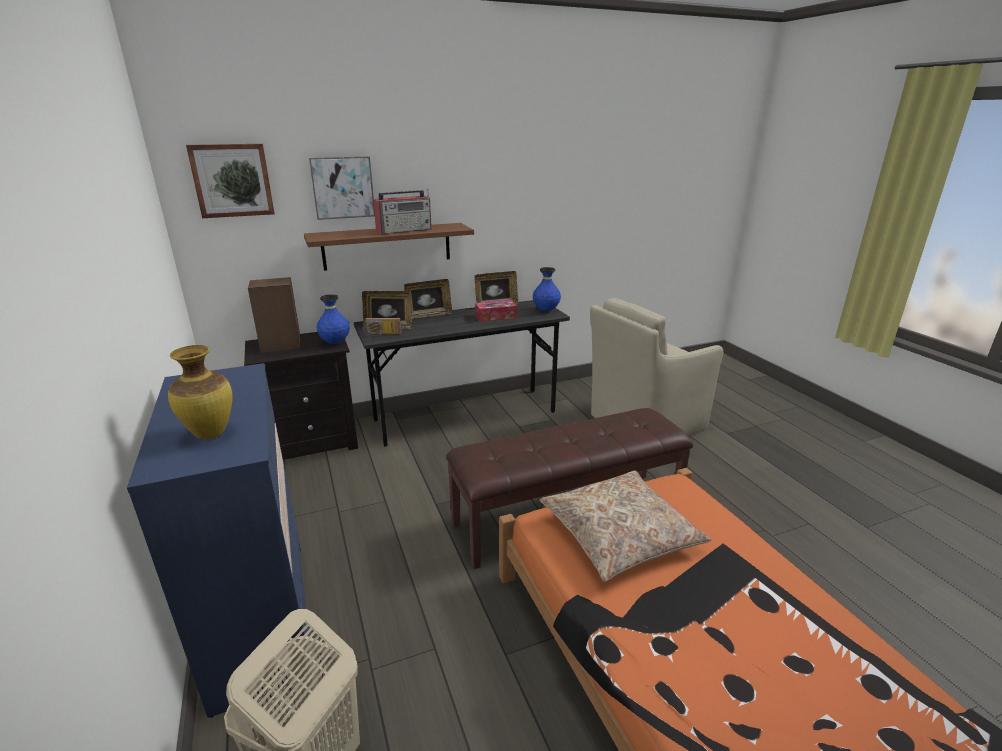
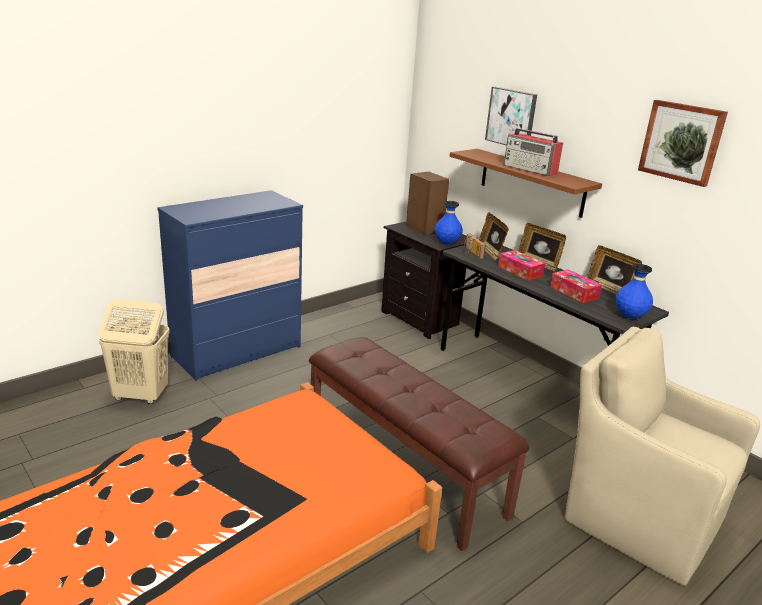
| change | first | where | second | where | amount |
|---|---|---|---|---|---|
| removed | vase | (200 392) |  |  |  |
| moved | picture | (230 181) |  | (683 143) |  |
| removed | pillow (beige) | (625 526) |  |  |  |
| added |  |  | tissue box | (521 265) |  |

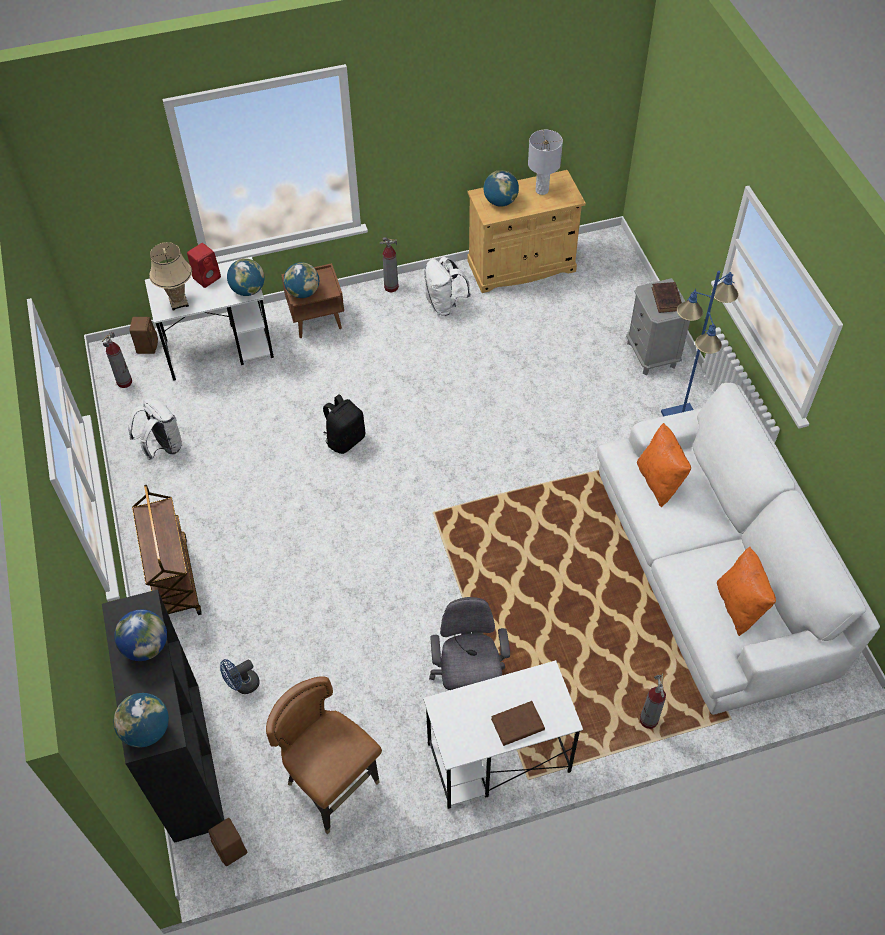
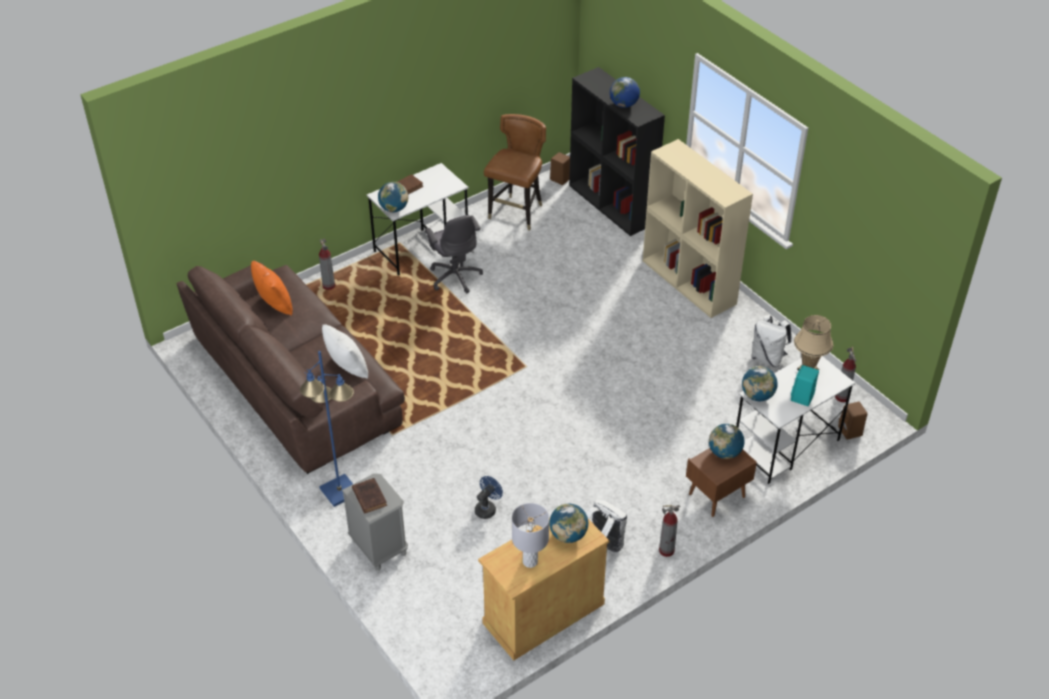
| change | first | where | second | where | amount |
|---|---|---|---|---|---|
| moved | globe | (141 720) |  | (393 197) |  |
| replaced | cart (brown) | (167 550) | bookcase (beige) | (698 228) |  |
| recoloured | speaker (red) | (204 265) | speaker (turquoise) | (805 385) |  |
| moved | fan (blue) | (240 676) |  | (489 497) |  |
| turned | chair (brown) | (324 755) |  | (515 172) | 90 degrees counterclockwise |
| removed | backpack (black) | (344 424) |  |  |  |
| recoloured | sofa (white) | (738 549) | sofa (brown) | (290 368) |  |
| recoloured | pillow (orange) | (664 465) | pillow (white) | (345 351) |  |

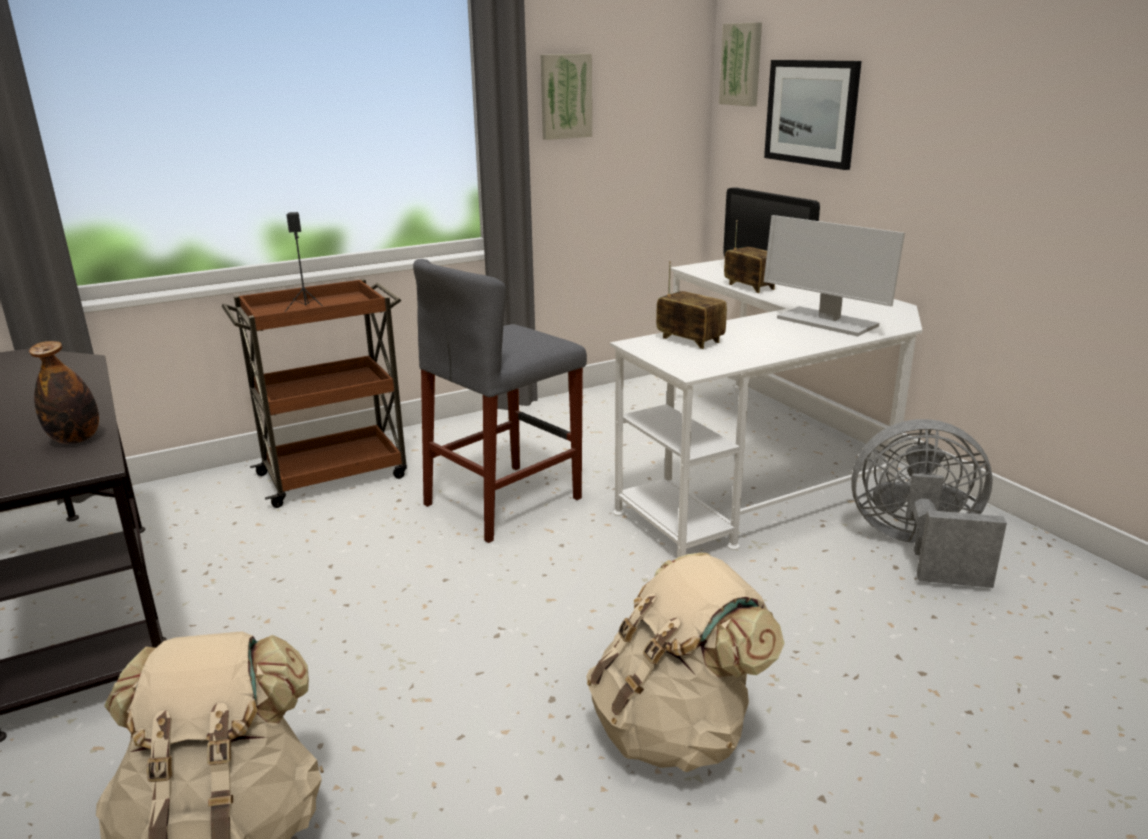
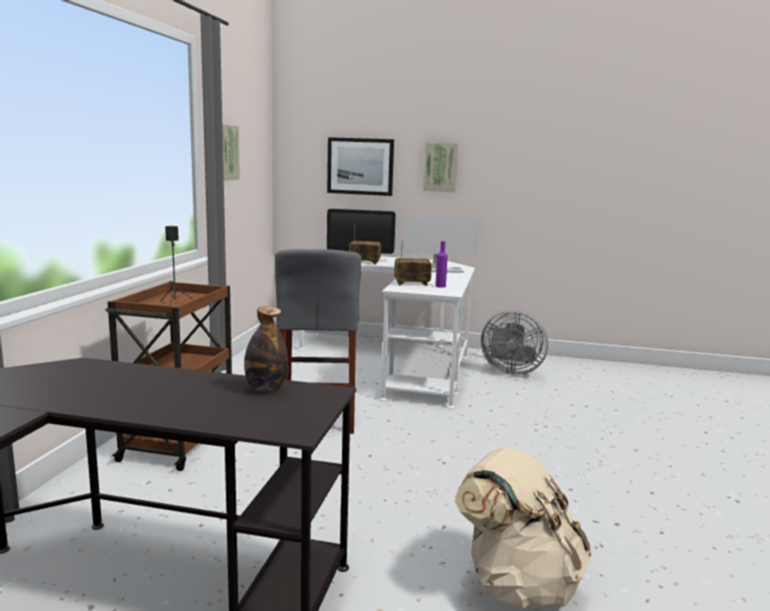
| change | first | where | second | where | amount |
|---|---|---|---|---|---|
| removed | backpack (beige) | (685 662) |  |  |  |
| moved | picture | (740 64) |  | (440 167) |  |
| turned | fan (grey) | (929 503) |  | (514 342) | 120 degrees counterclockwise |
| added |  |  | bottle (purple) | (441 264) |  |

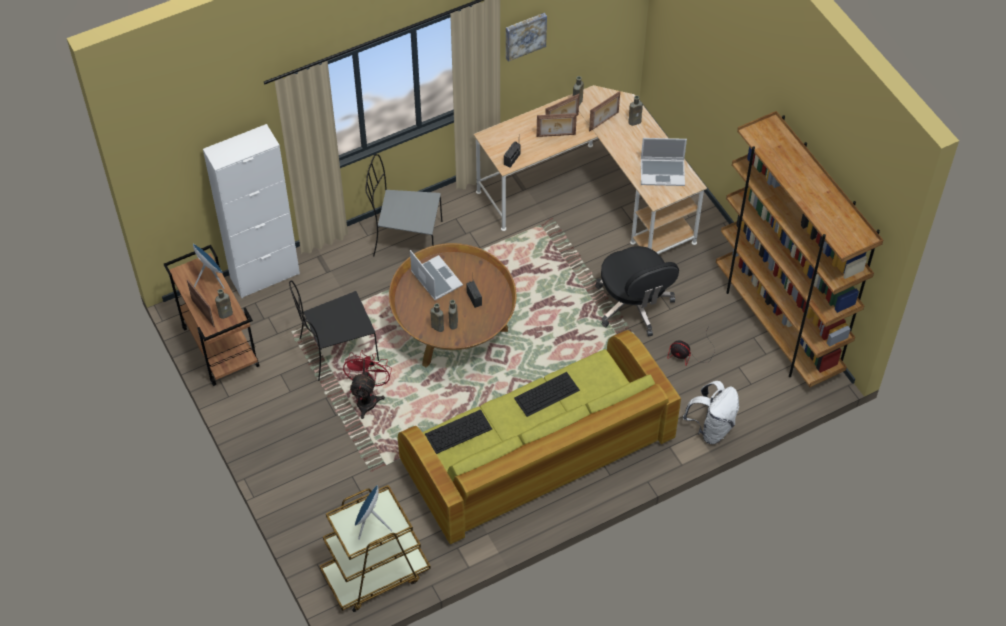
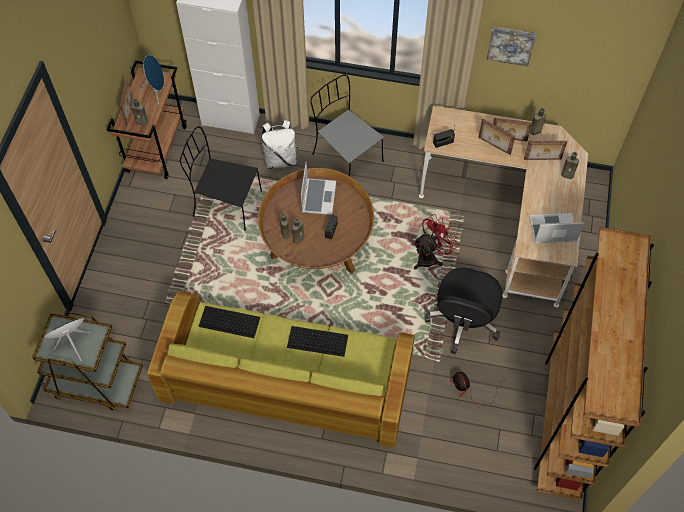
| change | first | where | second | where | amount |
|---|---|---|---|---|---|
| moved | fan (red) | (367 384) |  | (435 242) |  |
| turned | laptop | (664 162) |  | (556 228) | 135 degrees clockwise |
| moved | backpack (white) | (711 412) |  | (279 144) |  |

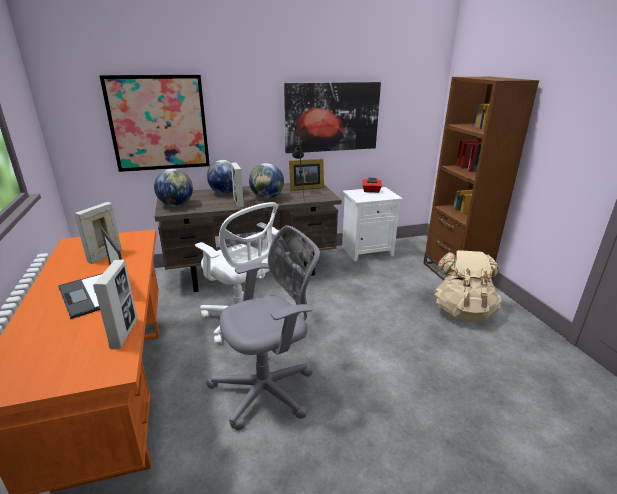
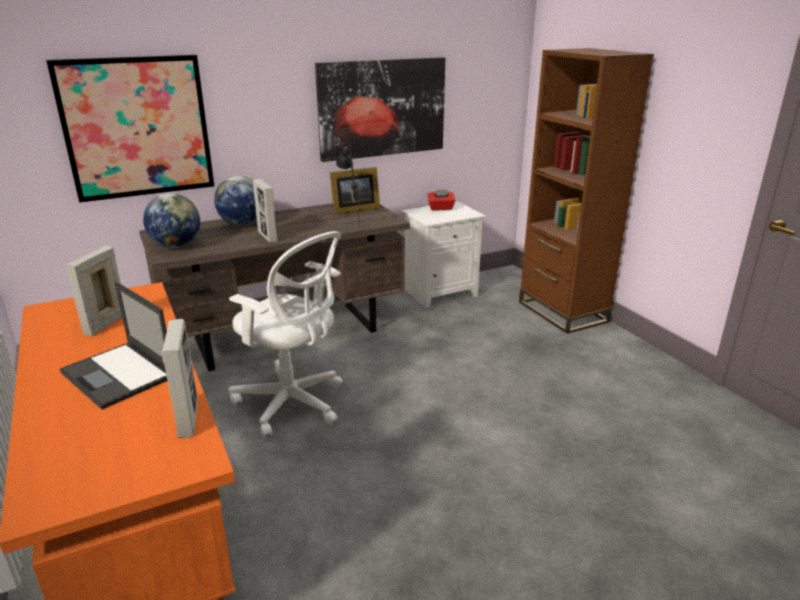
| change | first | where | second | where | amount |
|---|---|---|---|---|---|
| removed | office chair (grey) | (263 327) |  |  |  |
| removed | globe | (266 181) |  |  |  |
| removed | backpack (beige) | (468 286) |  |  |  |

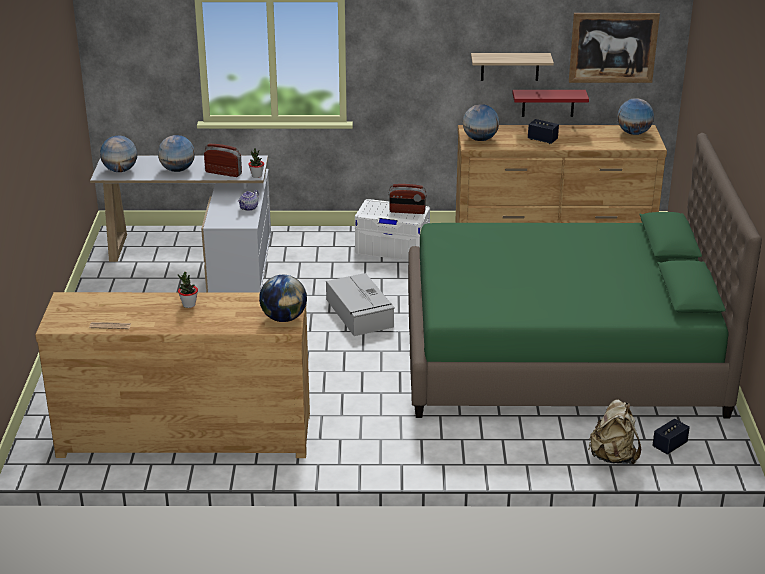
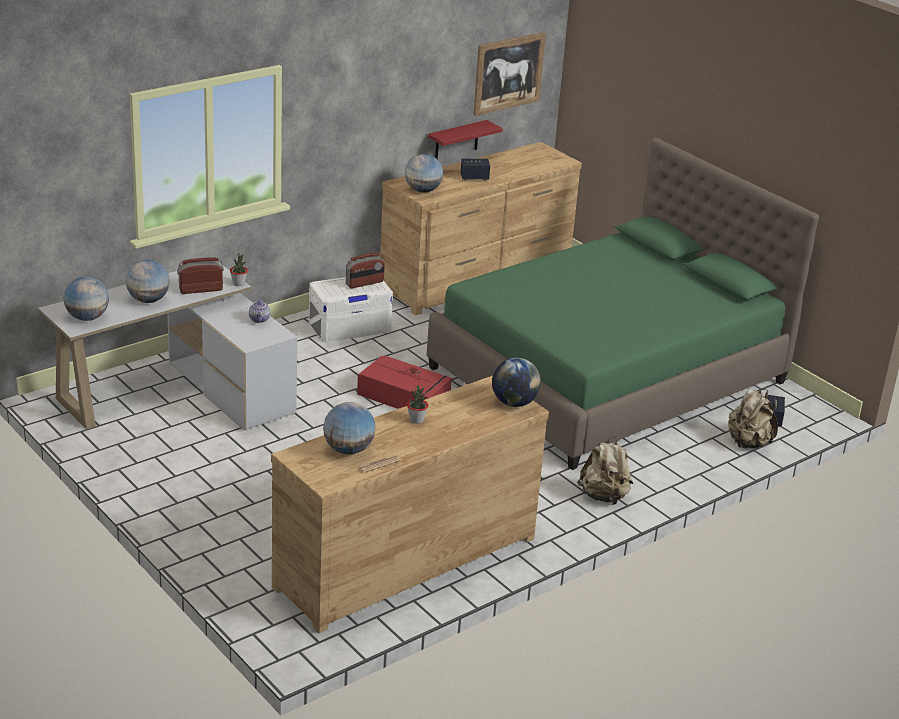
| change | first | where | second | where | amount |
|---|---|---|---|---|---|
| recoloured | storage box (grey) | (360 304) | storage box (red) | (404 382) |  |
| removed | shelf | (512 67) |  |  |  |
| moved | globe | (635 116) |  | (349 428) |  |
| added |  |  | backpack (beige) | (605 470) |  |

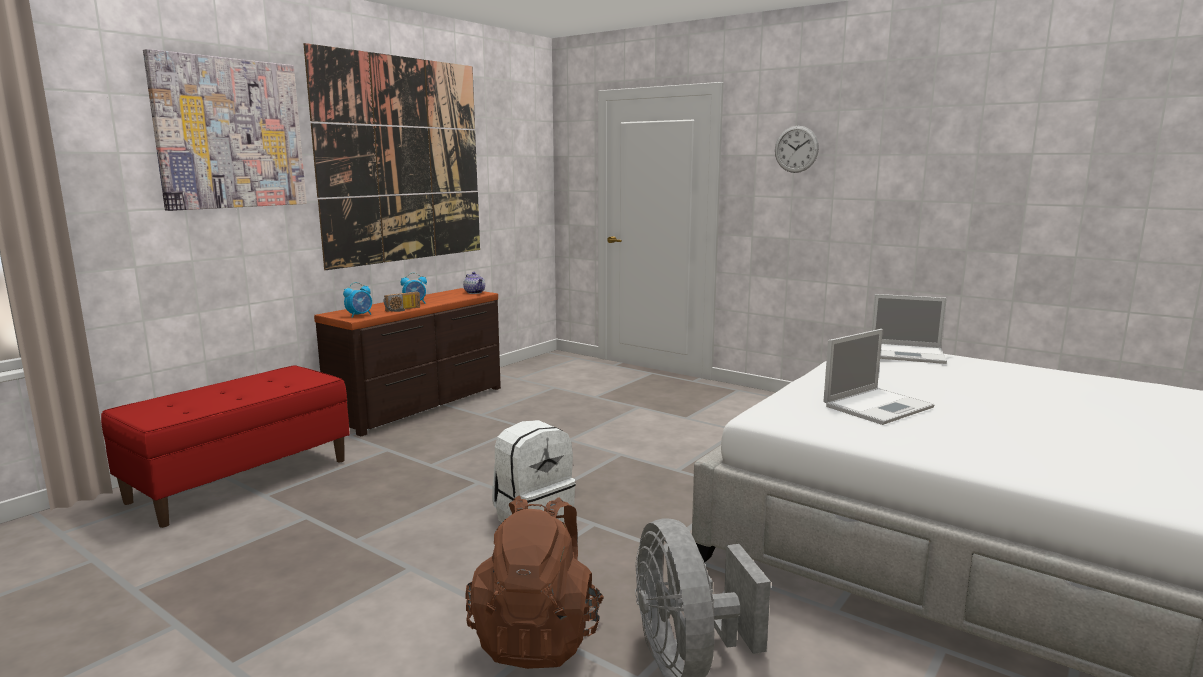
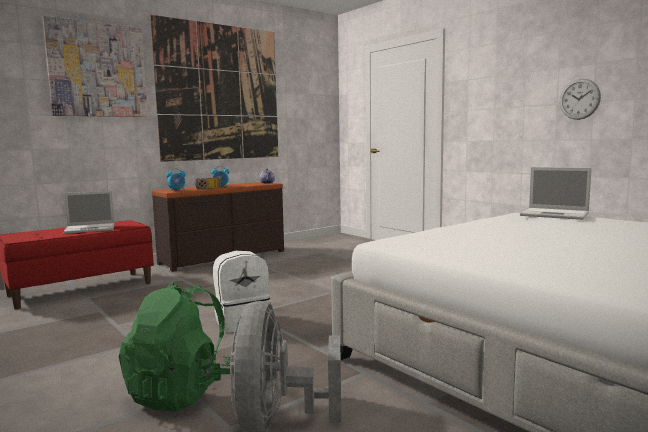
| change | first | where | second | where | amount |
|---|---|---|---|---|---|
| recoloured | backpack (brown) | (534 582) | backpack (green) | (174 347) |  |
| moved | wall clock | (797 149) |  | (580 99) |  |
| moved | laptop | (879 377) |  | (89 212) |  |

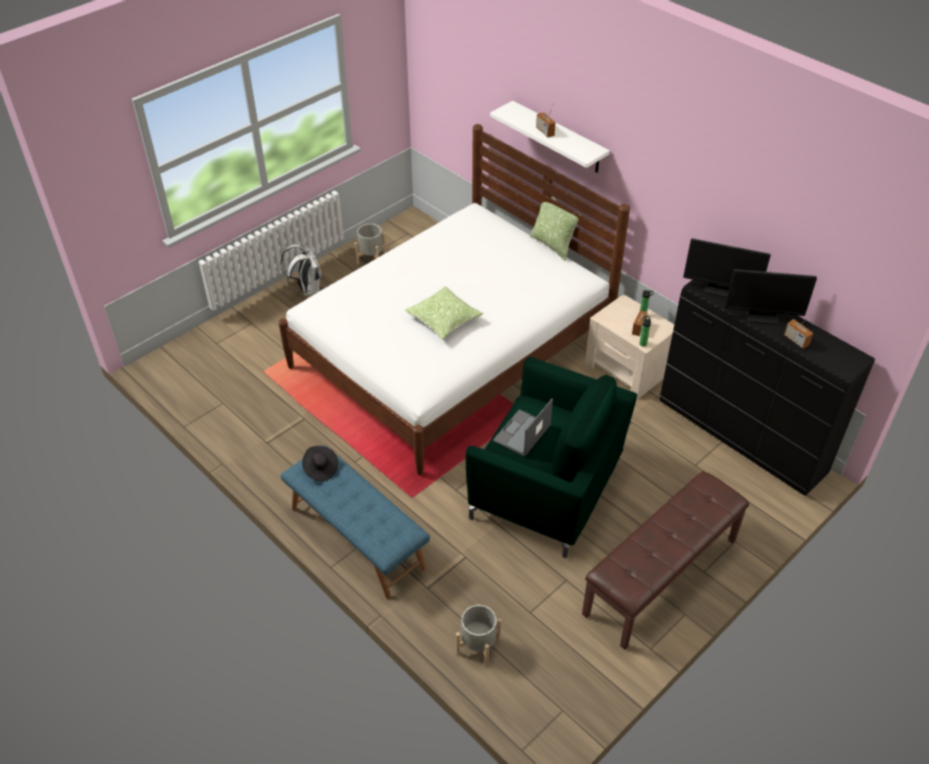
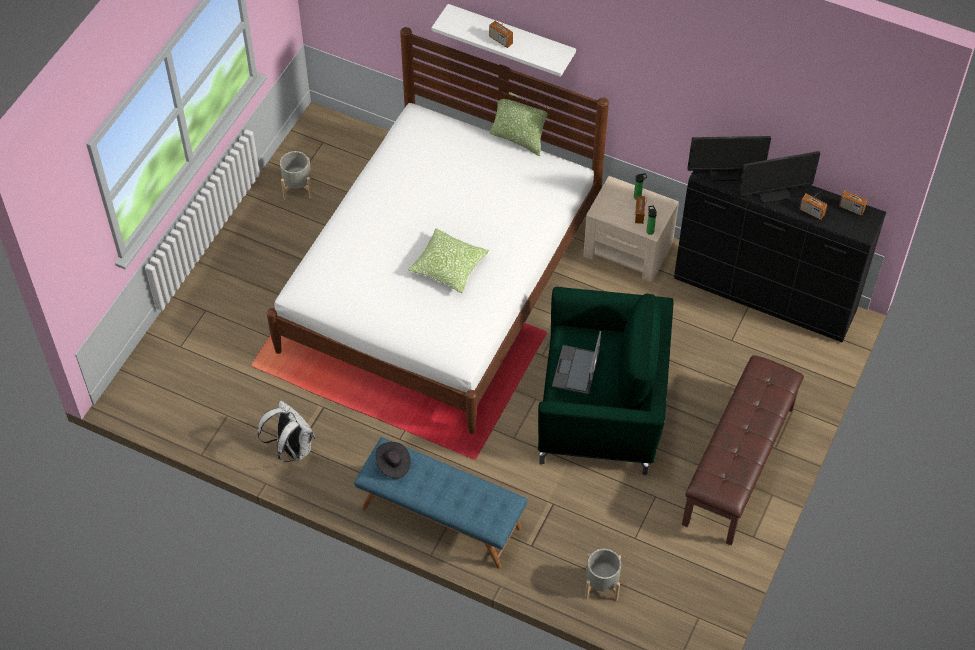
| change | first | where | second | where | amount |
|---|---|---|---|---|---|
| moved | backpack (white) | (301 270) |  | (286 431) |  |
| added |  |  | radio | (853 200) |  |

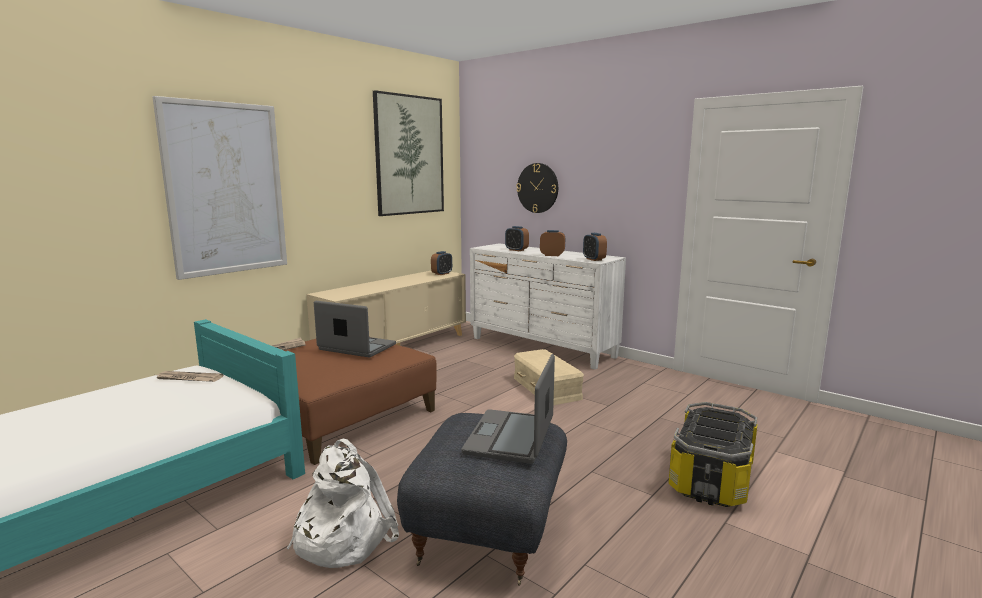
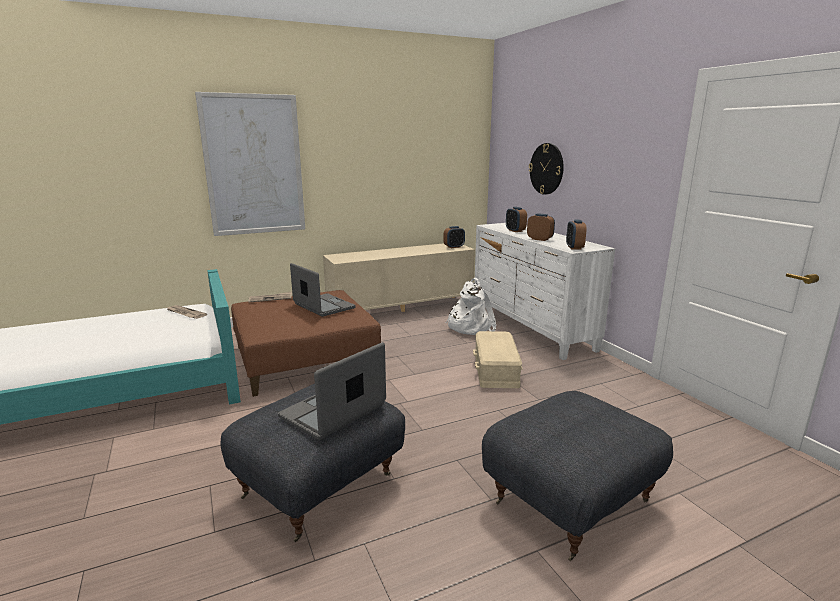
| change | first | where | second | where | amount |
|---|---|---|---|---|---|
| moved | backpack (white) | (343 503) |  | (470 306) |  |
| removed | picture | (408 153) |  |  |  |
| replaced | storage box | (713 454) | ottoman (grey) | (577 476) |  |

